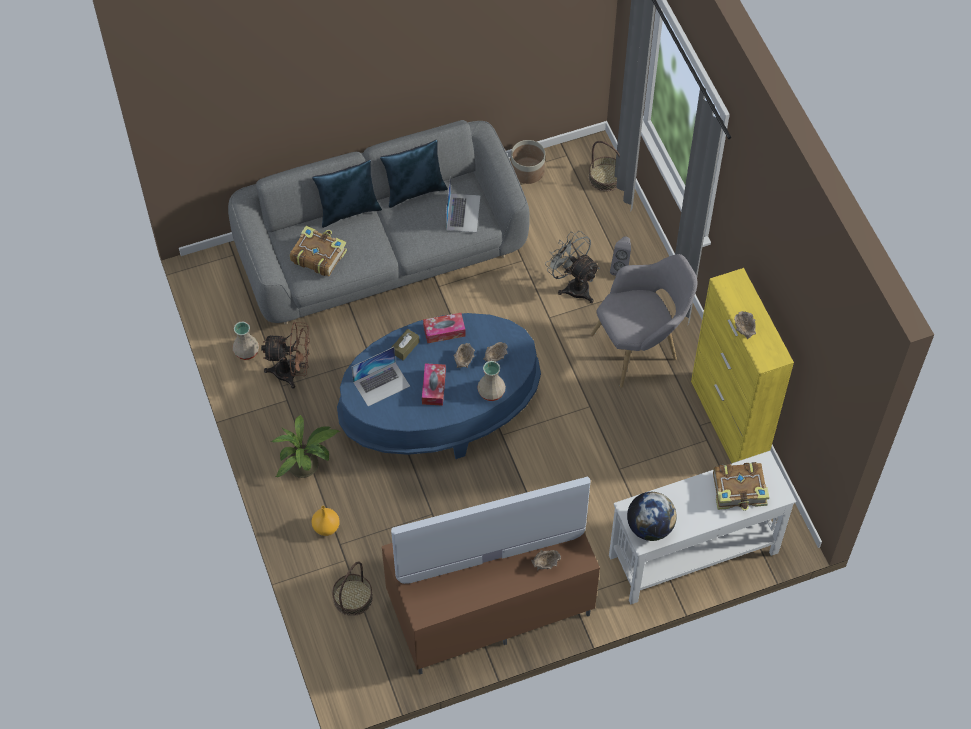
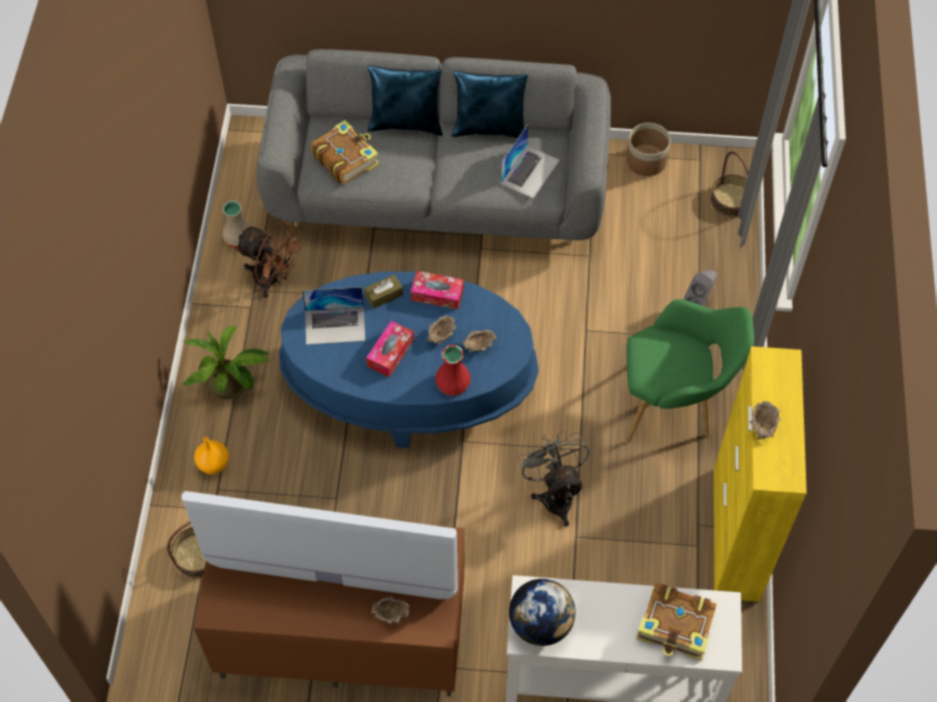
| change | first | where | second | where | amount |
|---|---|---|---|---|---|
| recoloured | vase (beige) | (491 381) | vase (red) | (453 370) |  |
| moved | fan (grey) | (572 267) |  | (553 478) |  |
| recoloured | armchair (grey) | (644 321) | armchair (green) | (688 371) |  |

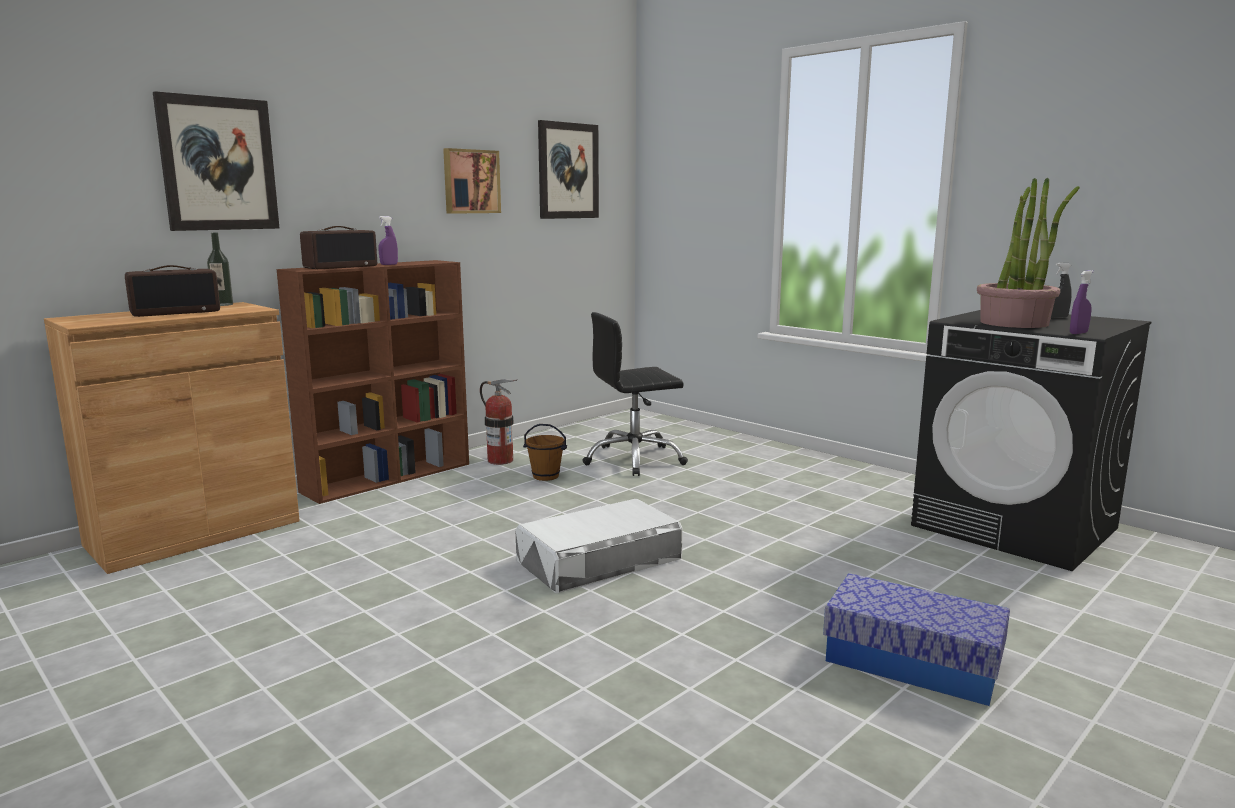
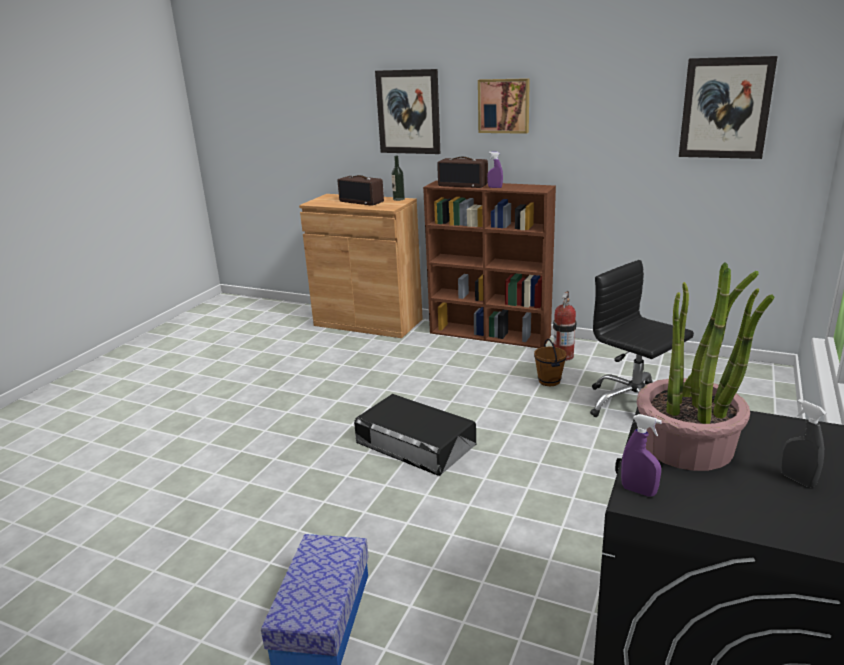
| change | first | where | second | where | amount |
|---|---|---|---|---|---|
| moved | picture | (472 181) |  | (504 106) |  |
| recoloured | storage box (white) | (599 546) | storage box (black) | (415 435) |  |

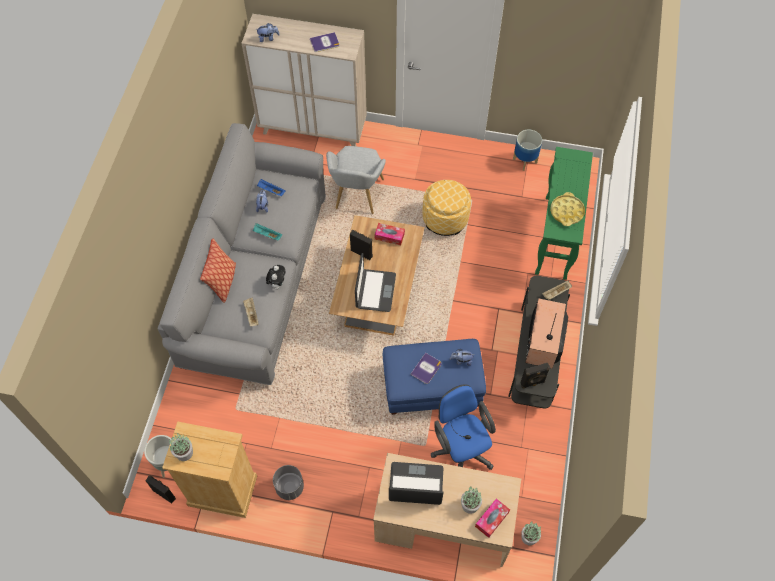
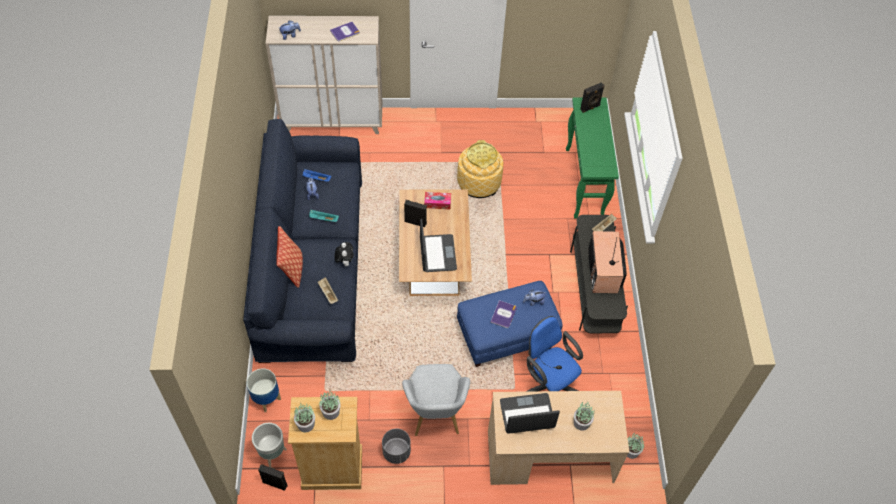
| change | first | where | second | where | amount |
|---|---|---|---|---|---|
| recoloured | sofa (grey) | (241 254) | sofa (blue) | (302 241) |  |
| moved | armchair (grey) | (356 180) |  | (436 400) |  |
| removed | tissue box | (492 518) |  |  |  |
| moved | planter | (527 150) |  | (264 390) |  |
| moved | speaker (black) | (535 375) |  | (592 97) |  |
| moved | tray (yellow) | (567 209) |  | (482 154) |  |
| added |  |  | potted plant | (329 405) |  |

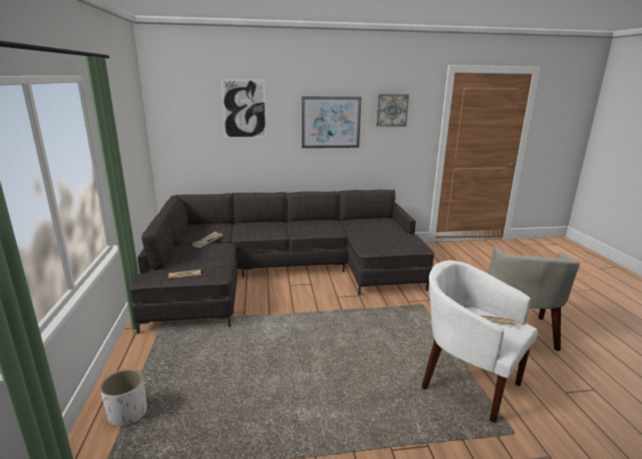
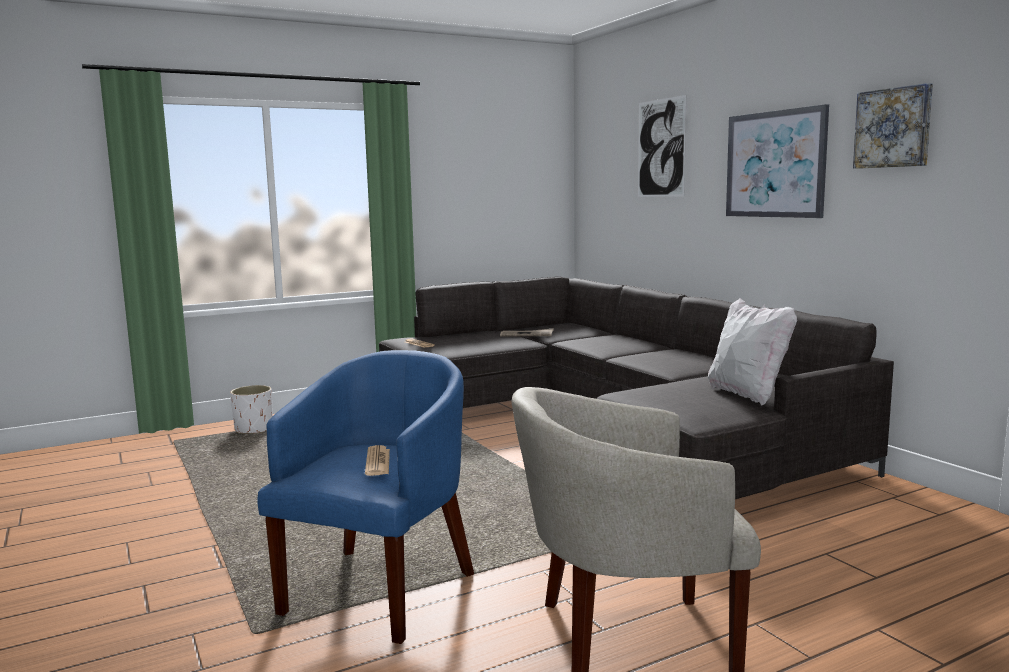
| change | first | where | second | where | amount |
|---|---|---|---|---|---|
| recoloured | armchair (white) | (480 341) | armchair (blue) | (366 497) |  |
| added |  |  | pillow (white) | (752 351) |  |

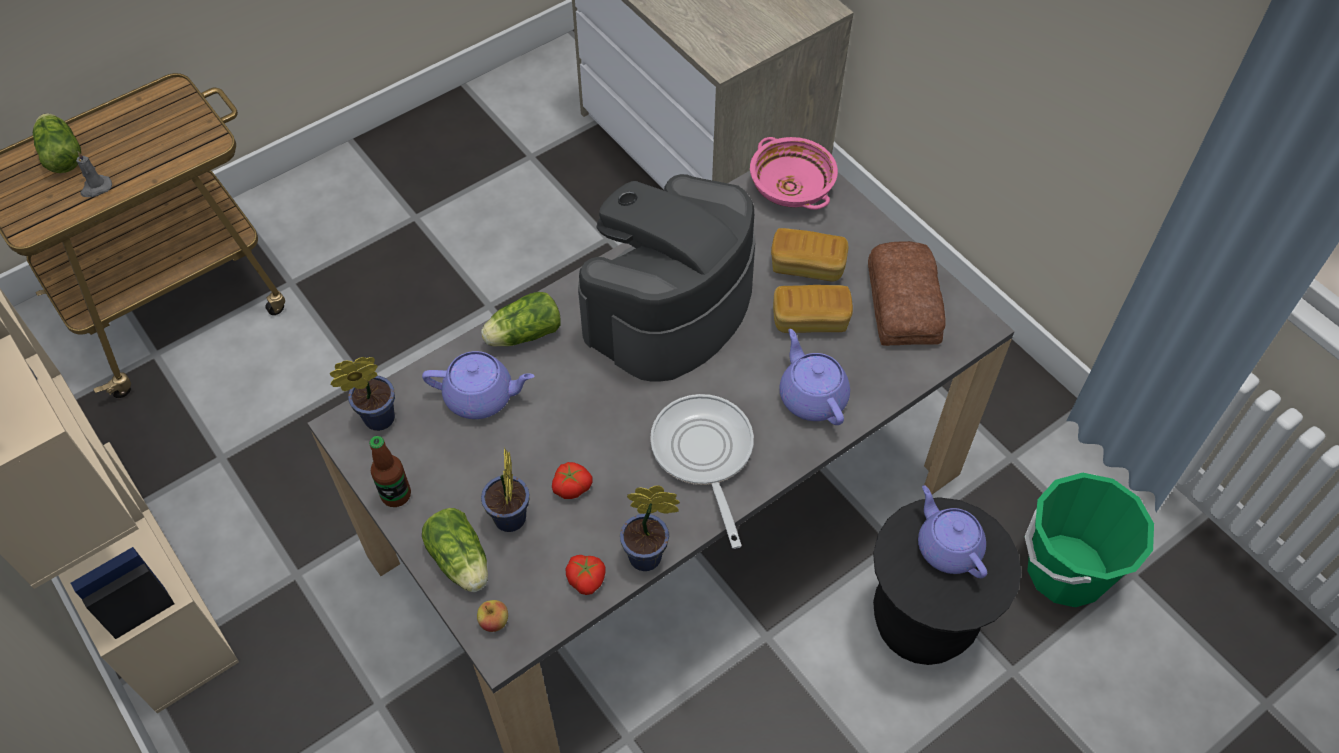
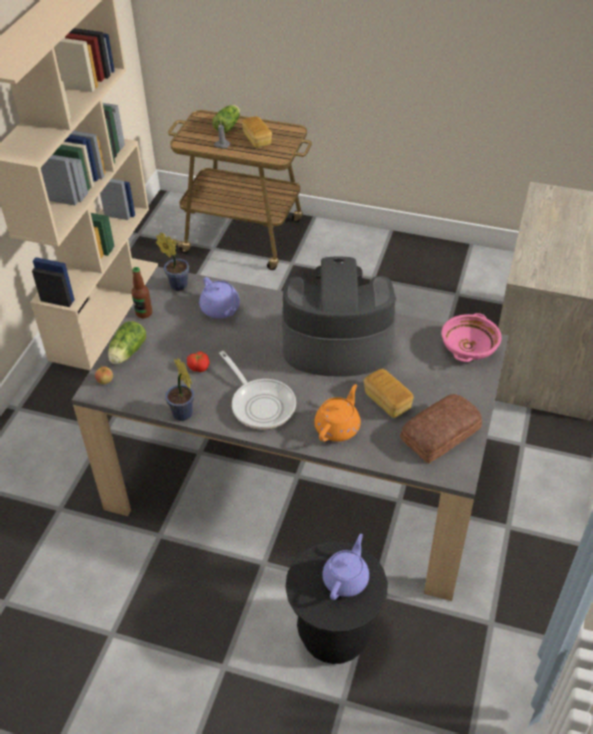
| change | first | where | second | where | amount |
|---|---|---|---|---|---|
| removed | lettuce | (521 319) |  |  |  |
| removed | potted plant | (505 490) |  |  |  |
| removed | tomato | (585 575) |  |  |  |
| turned | frying pan | (702 471) |  | (257 390) | 105 degrees clockwise |
| moved | bread | (809 255) |  | (257 132) |  |
| recoloured | teapot (purple) | (814 377) | teapot (orange) | (337 413) |  |
| removed | bucket (green) | (1089 540) |  |  |  |

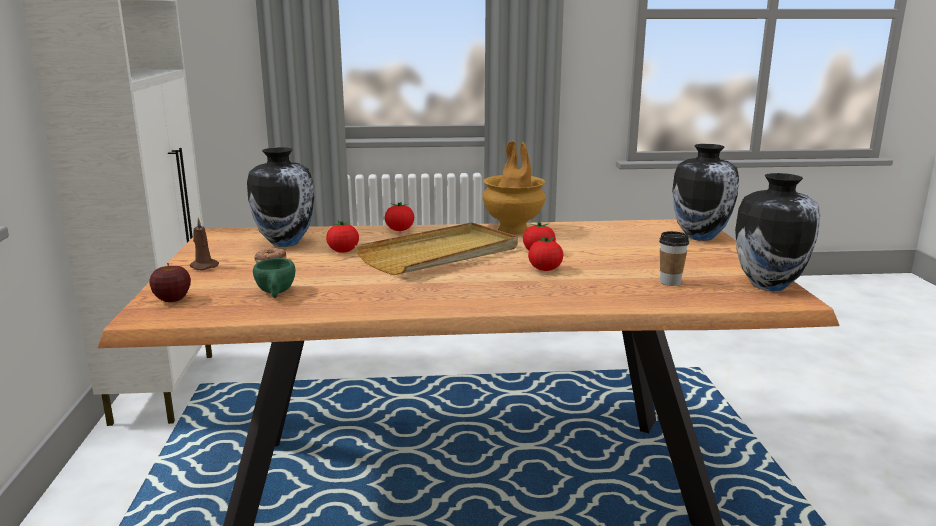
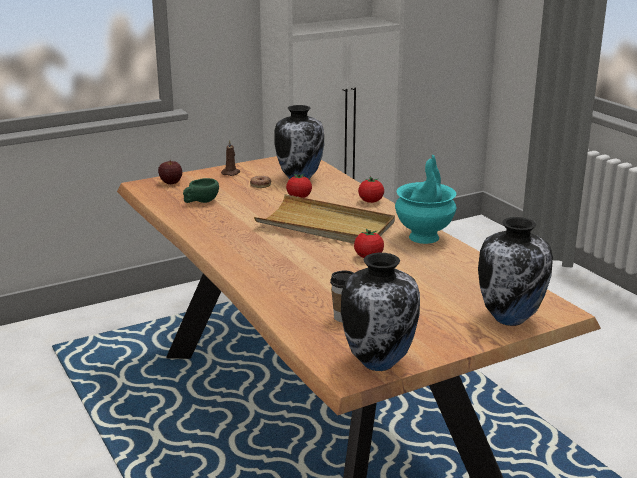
| change | first | where | second | where | amount |
|---|---|---|---|---|---|
| recoloured | vase (brown) | (514 187) | vase (turquoise) | (426 199) |  |
| removed | tomato | (545 253) |  |  |  |

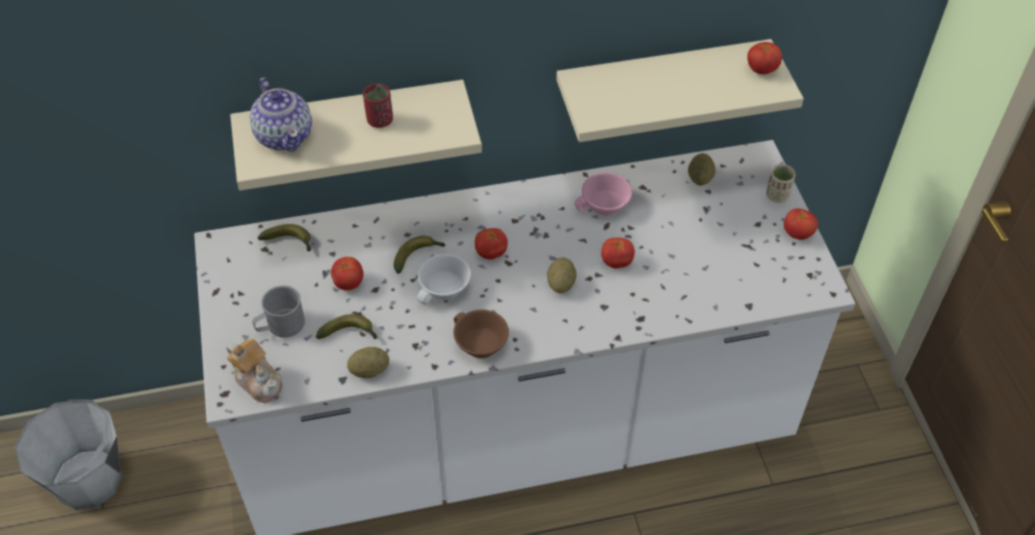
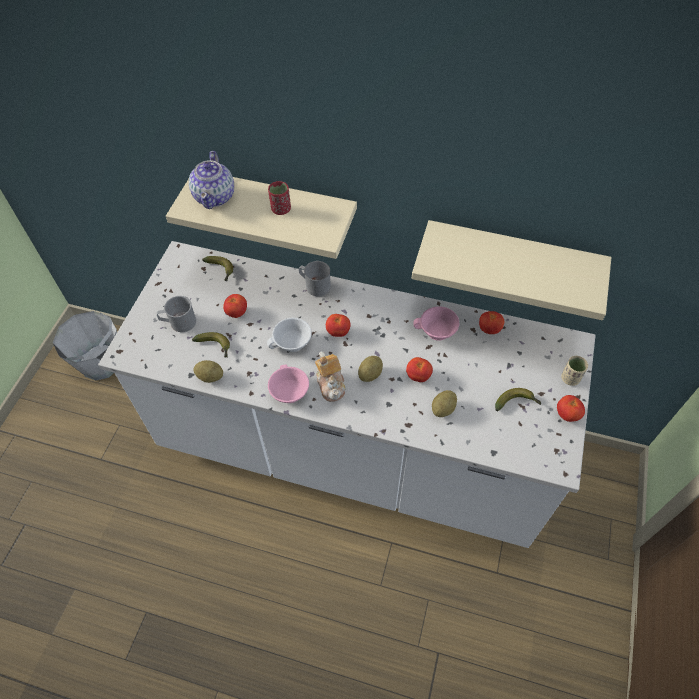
| change | first | where | second | where | amount |
|---|---|---|---|---|---|
| moved | teapot | (254 371) |  | (330 376) |  |
| moved | banana | (419 255) |  | (518 399) |  |
| recoloured | cup (brown) | (481 333) | cup (pink) | (288 383) |  |
| moved | potato | (701 169) |  | (444 403) |  |
| moved | tomato | (764 58) |  | (491 322) |  |
| added |  |  | mug (grey) | (315 279) |  |

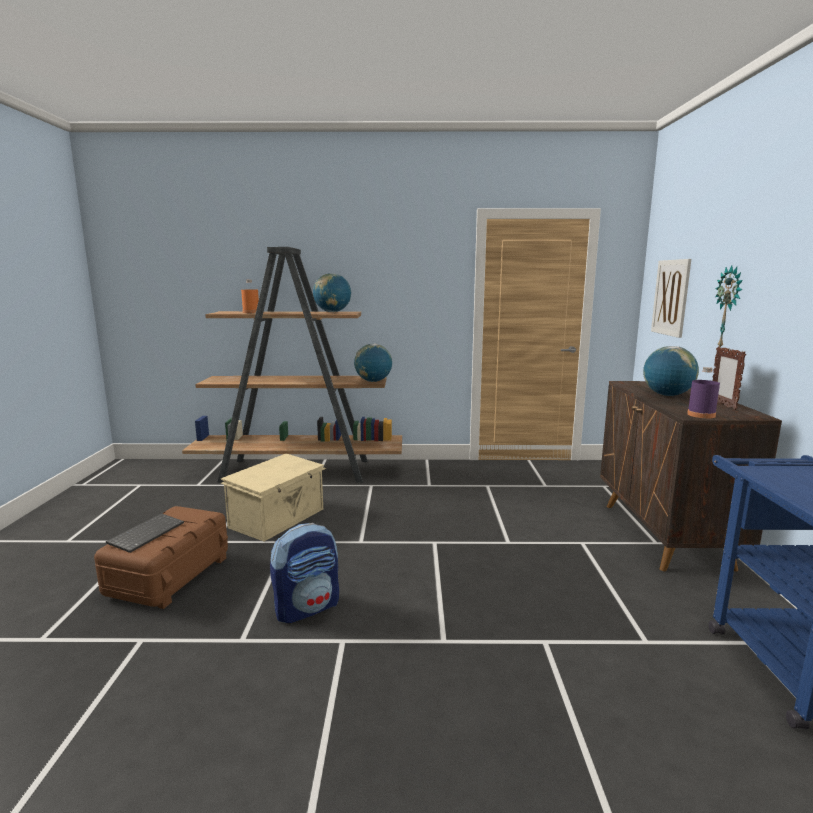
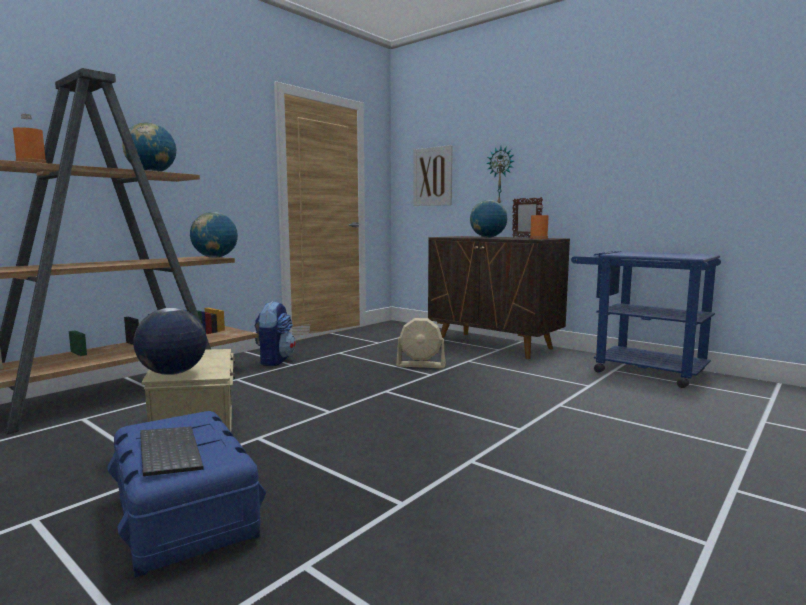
| change | first | where | second | where | amount |
|---|---|---|---|---|---|
| recoloured | storage box (brown) | (161 557) | storage box (blue) | (186 494) |  |
| moved | backpack | (304 573) |  | (275 333) |  |
| recoloured | bottle (purple) | (703 392) | bottle (orange) | (539 222) |  |
| added |  |  | globe | (170 341) |  |
| added |  |  | fan (beige) | (421 343) |  |

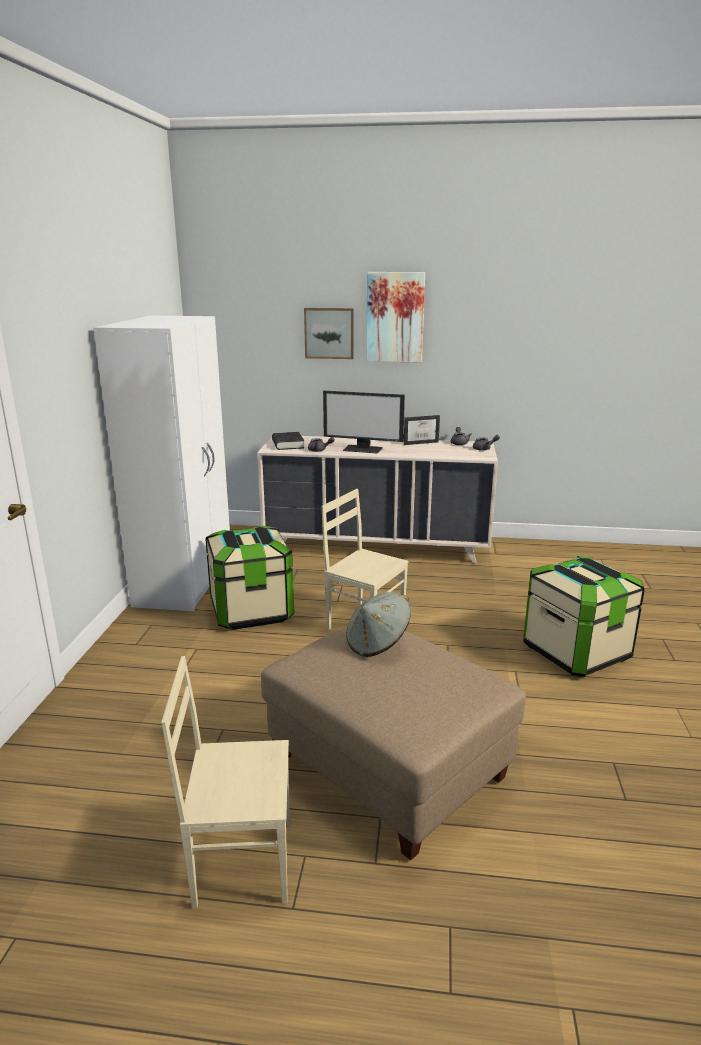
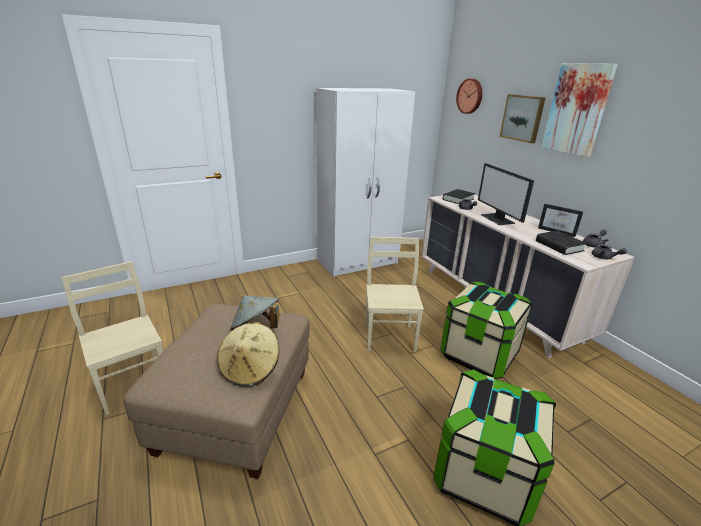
| change | first | where | second | where | amount |
|---|---|---|---|---|---|
| moved | storage box | (249 578) |  | (486 330) |  |
| added |  |  | hat (beige) | (248 354) |  |
| added |  |  | wall clock | (469 96) |  |
| added |  |  | book (black) | (561 243) |  |

